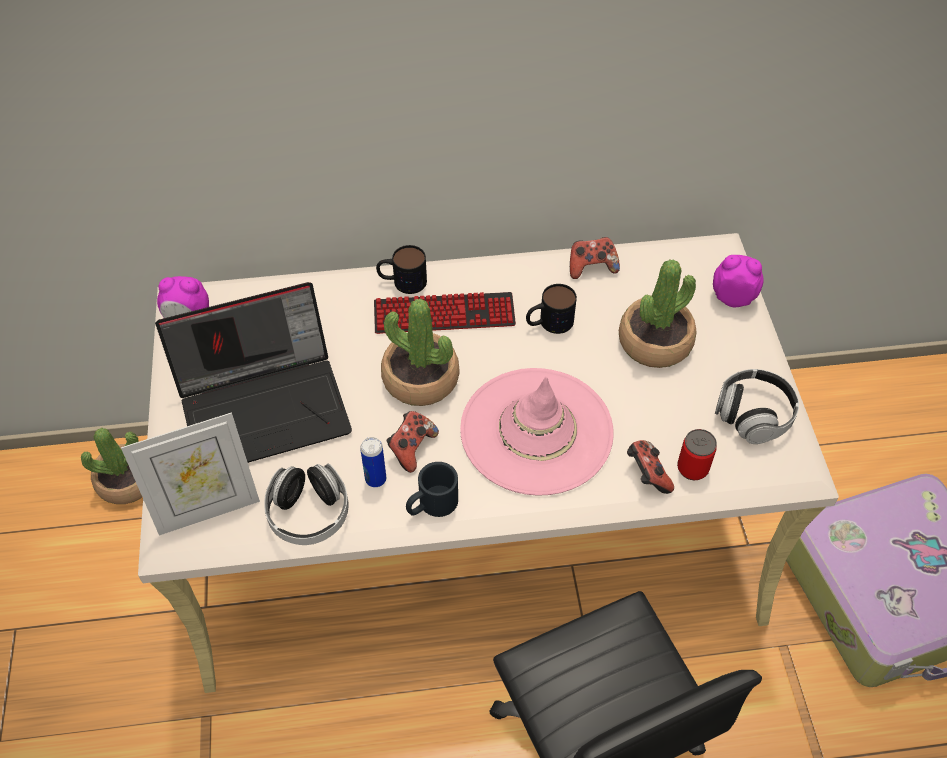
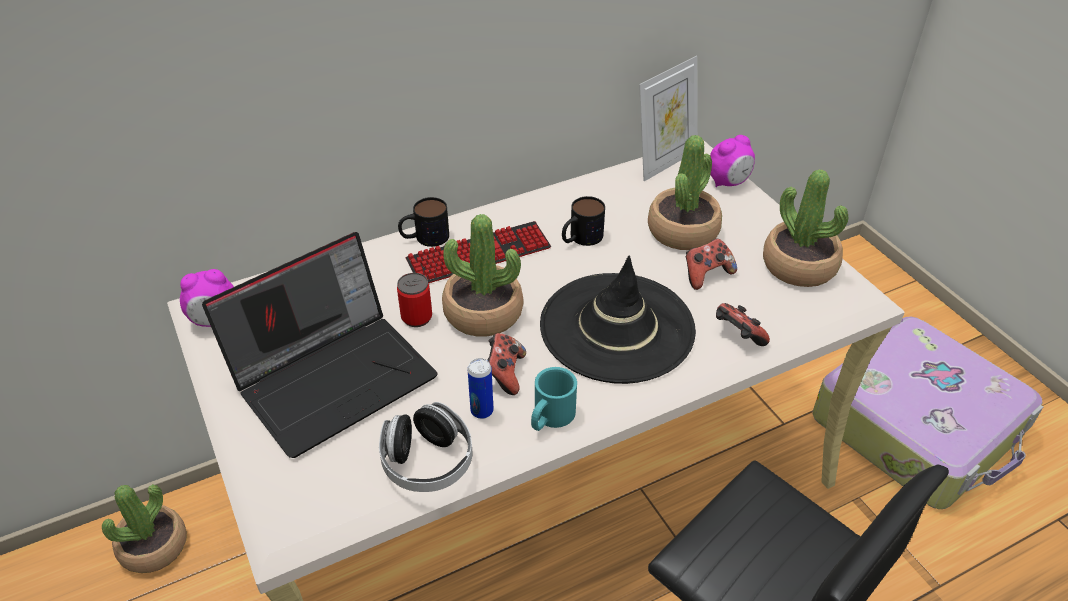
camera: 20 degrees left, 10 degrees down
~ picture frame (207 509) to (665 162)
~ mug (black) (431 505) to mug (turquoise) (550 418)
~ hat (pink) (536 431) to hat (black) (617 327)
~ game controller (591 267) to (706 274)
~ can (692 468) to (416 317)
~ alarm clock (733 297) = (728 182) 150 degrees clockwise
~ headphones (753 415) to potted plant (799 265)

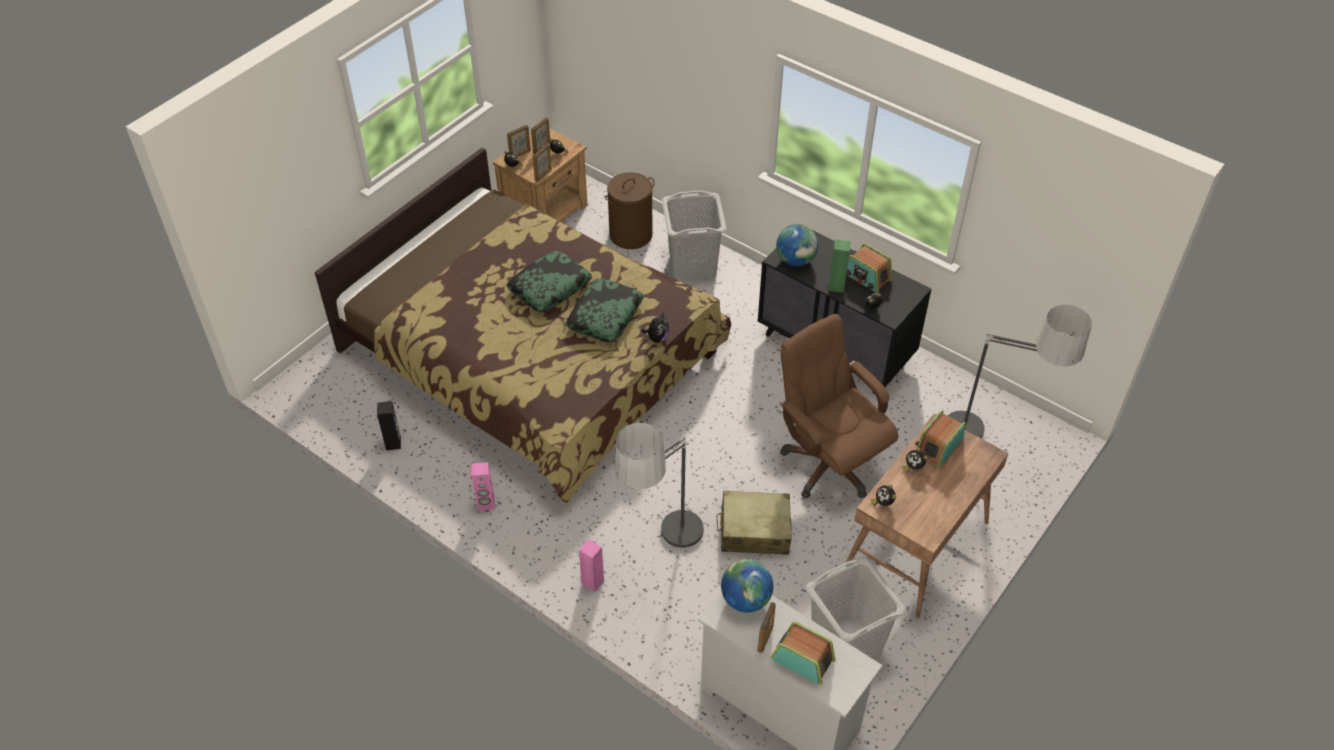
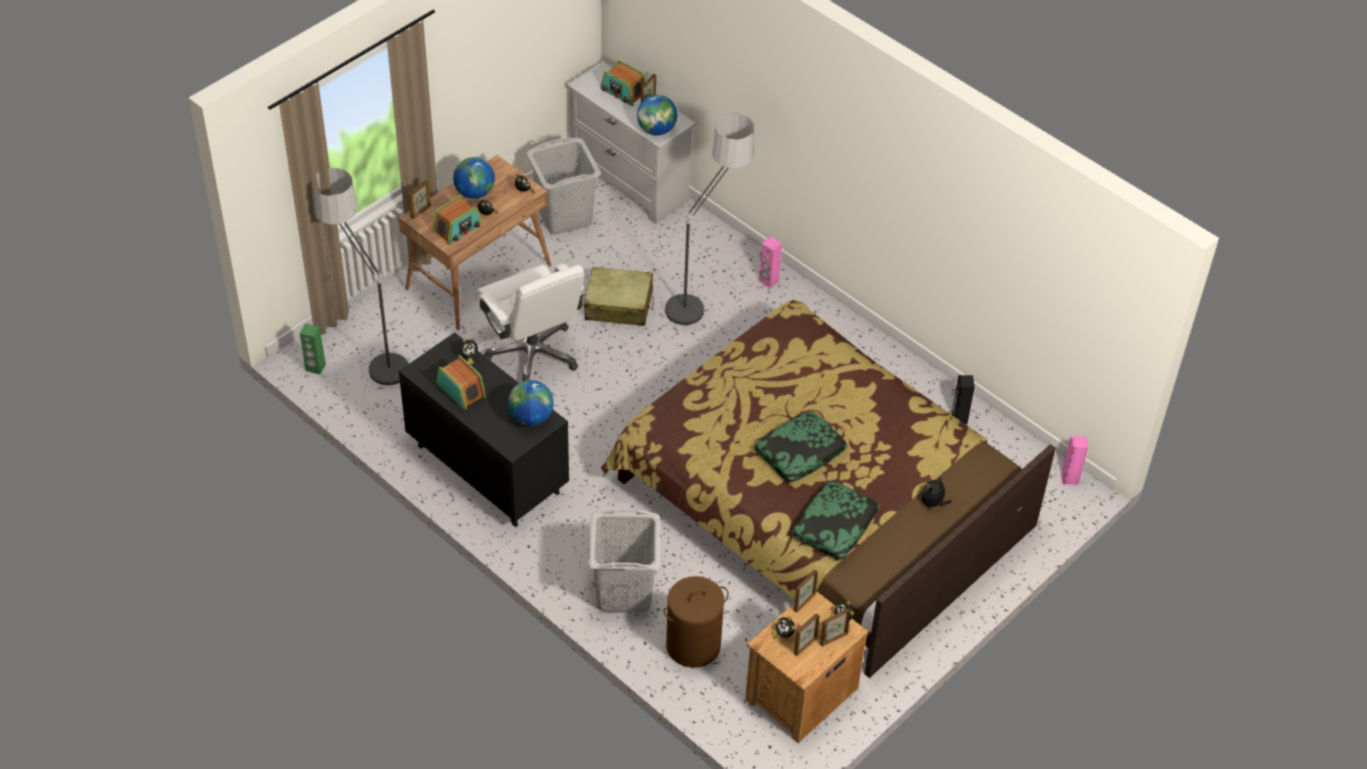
camera: 175 degrees left, 0 degrees up
~ speaker (pink) (486 504) to (1069 478)
~ pillow (605 316) to (835 526)
~ plush toy (657 338) to (933 503)
~ office chair (brown) (828 464) to office chair (white) (533 354)
~ speaker (green) (836 286) to (315 368)
+ picture frame (421 212)
+ globe (474 193)

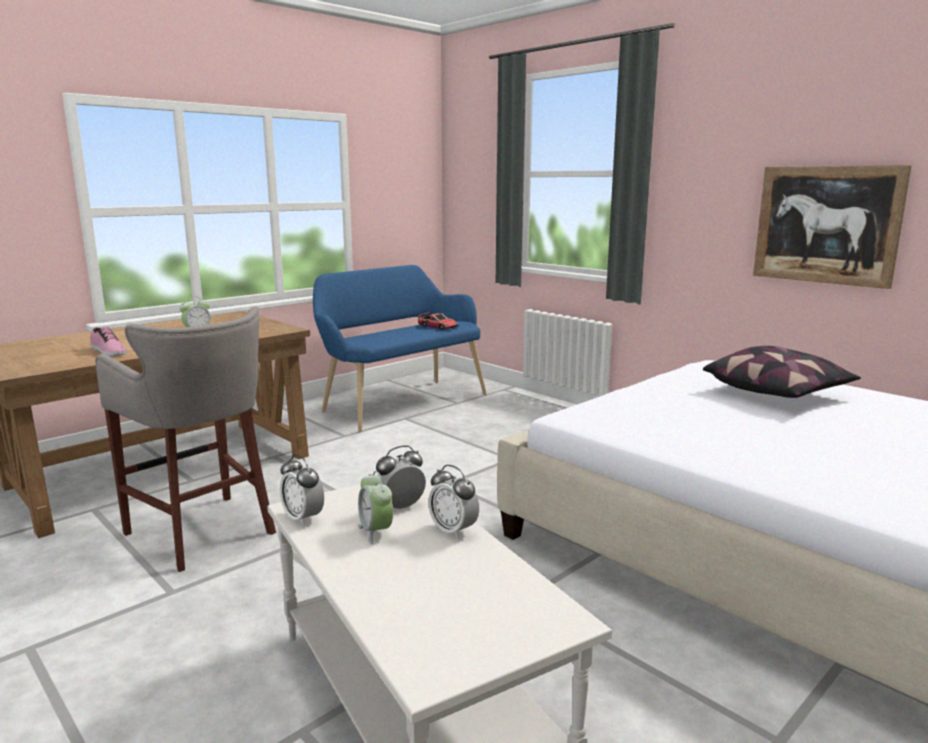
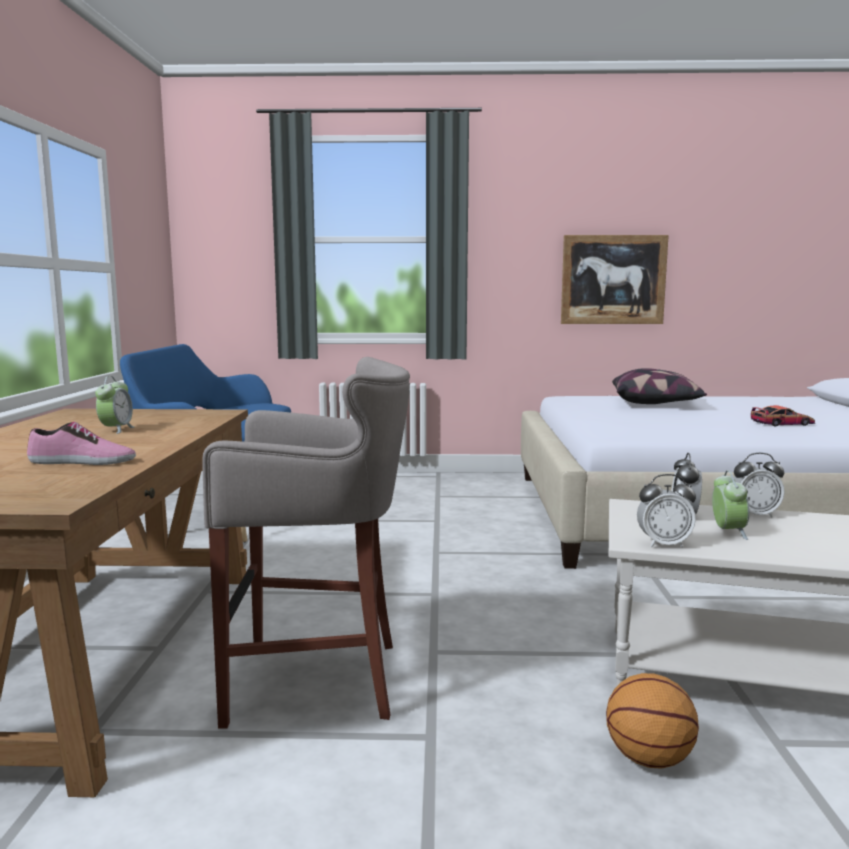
camera: 45 degrees left, 5 degrees down
~ alarm clock (376 532) = (728 532) 105 degrees counterclockwise
~ toy car (438 327) to (782 424)
+ basketball (648 759)

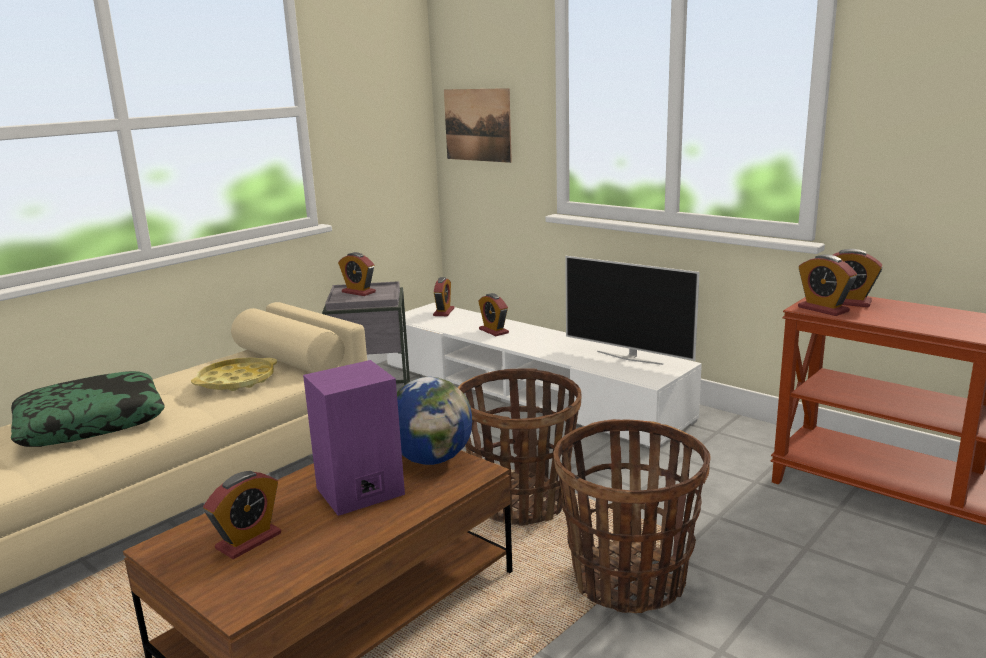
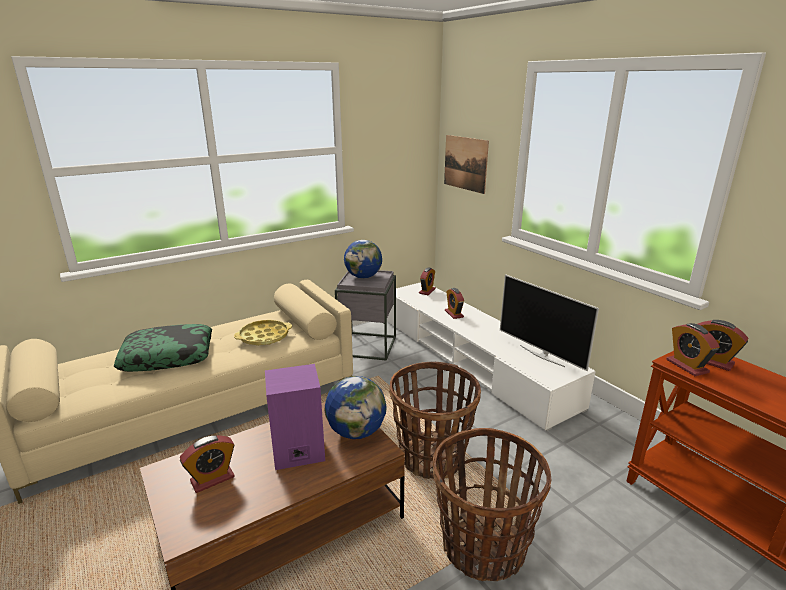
camera: 15 degrees right, 5 degrees up
~ alarm clock (358 292) to globe (363 277)

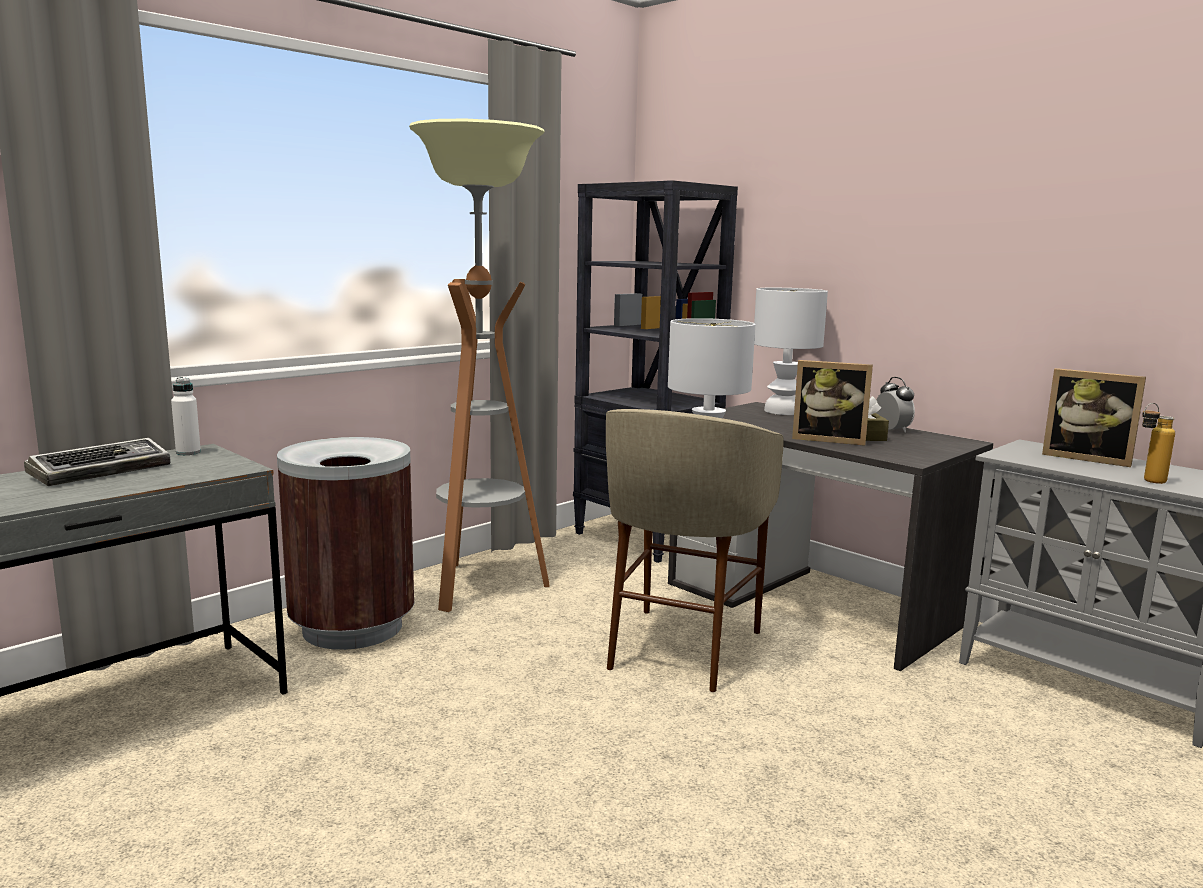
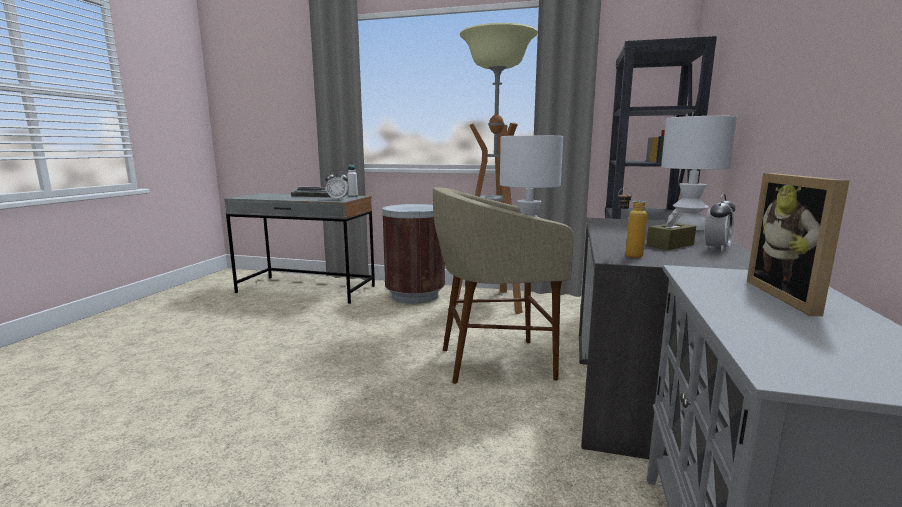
camera: 60 degrees right, 0 degrees up
- picture frame (829 439)
~ bottle (1147 481) to (627 255)
+ alarm clock (338 199)

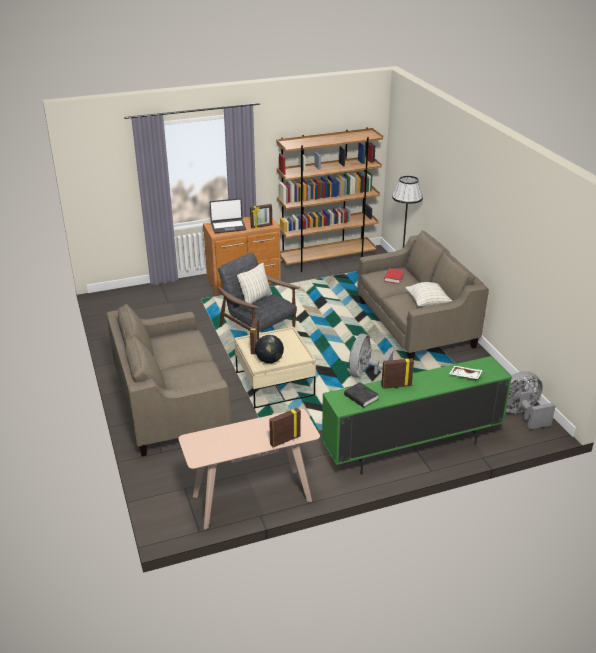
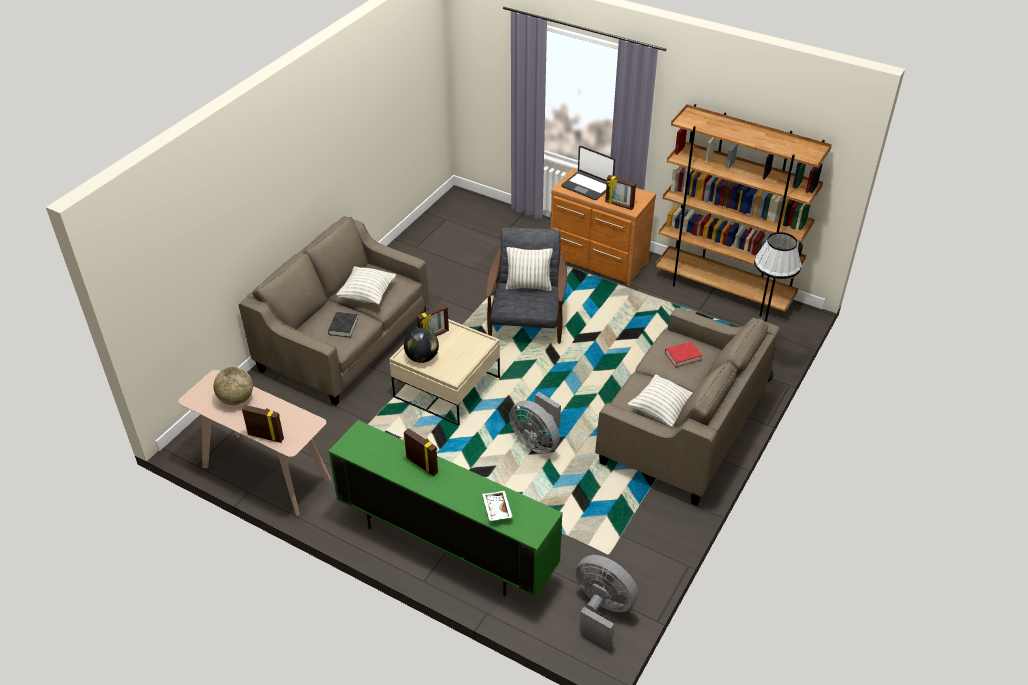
camera: 50 degrees right, 10 degrees up
~ book (black) (361 397) to (343 327)
~ fan (grey) (365 374) = (537 441) 120 degrees counterclockwise
+ globe (236 399)
+ pillow (367 295)

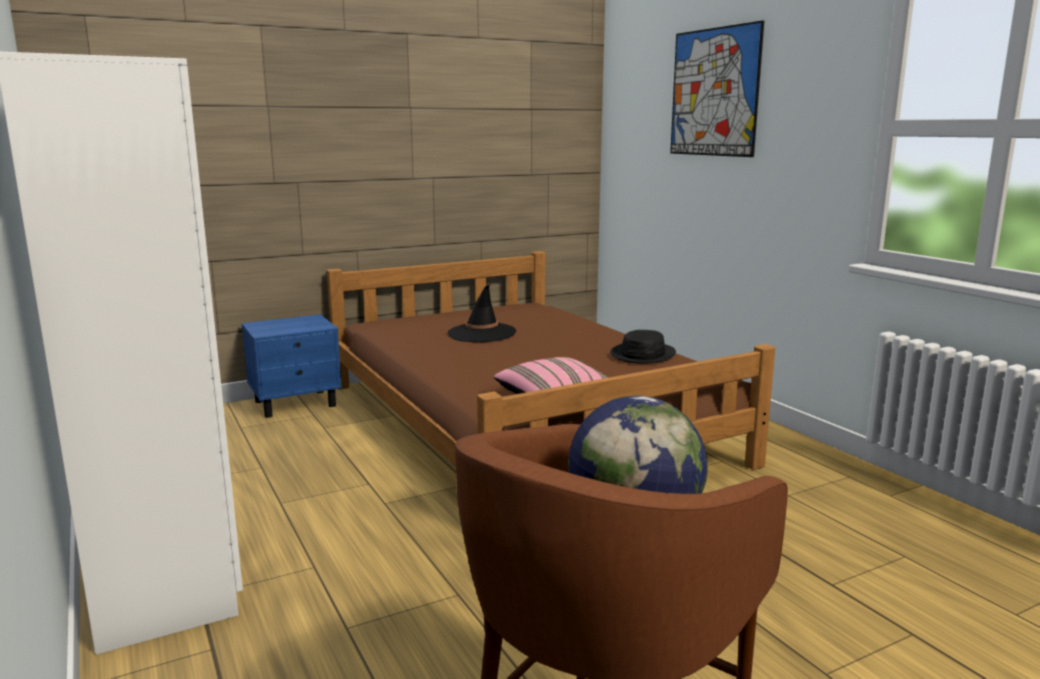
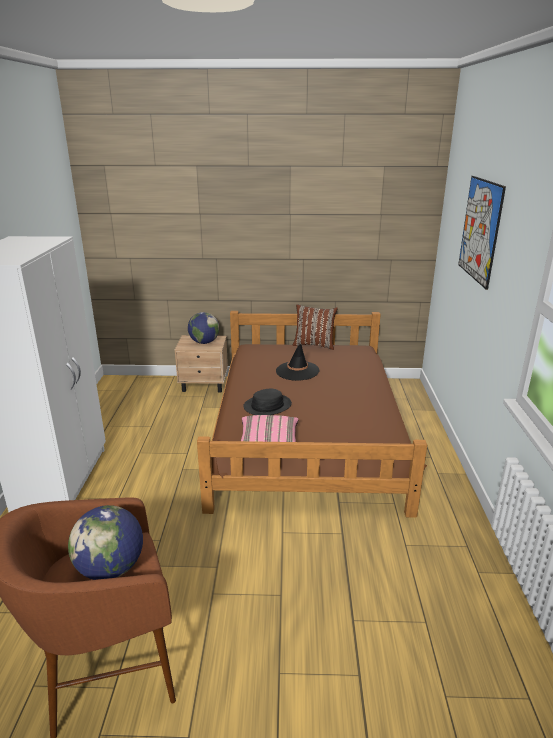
camera: 30 degrees right, 10 degrees up
~ nightstand (blue) (296 403) to nightstand (beige) (204 385)
~ hat (black) (643 354) to (267 406)
+ globe (204 342)
+ pillow (brown) (314 345)

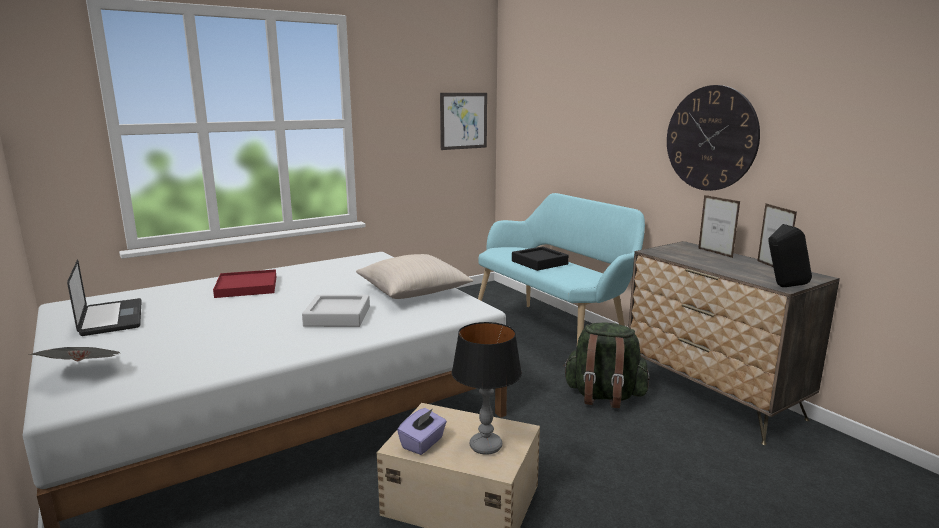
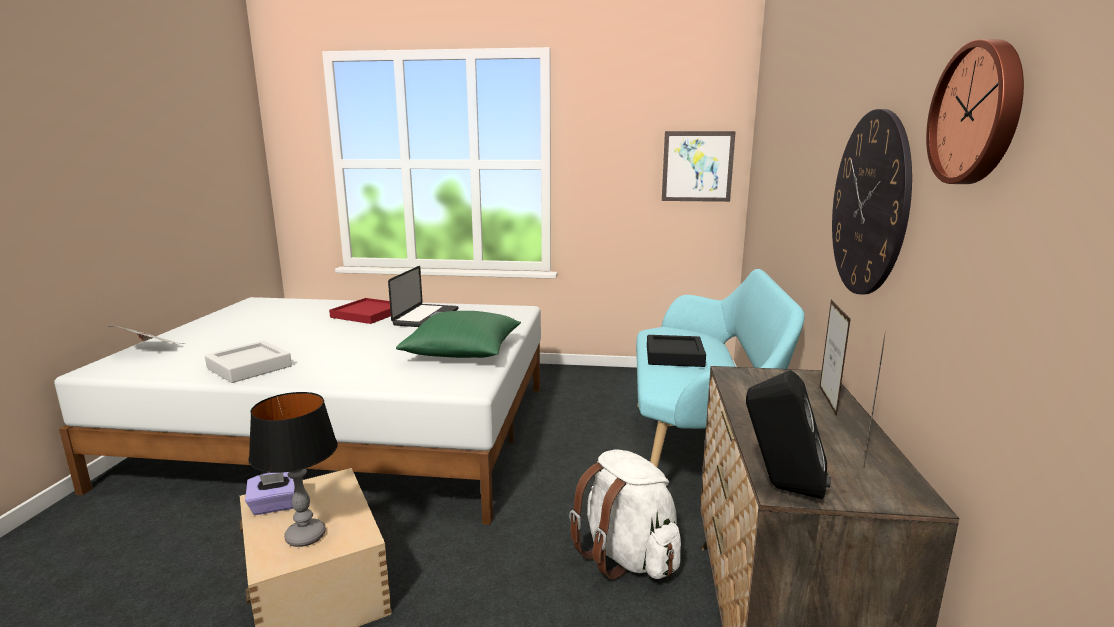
camera: 40 degrees right, 0 degrees up
~ laptop (112 318) to (426 317)
~ tray (grey) (337 316) to (249 367)
~ pillow (beige) (413 292) to pillow (green) (463 352)
~ backpack (green) (604 396) to backpack (white) (626 556)
+ wall clock (978 114)

